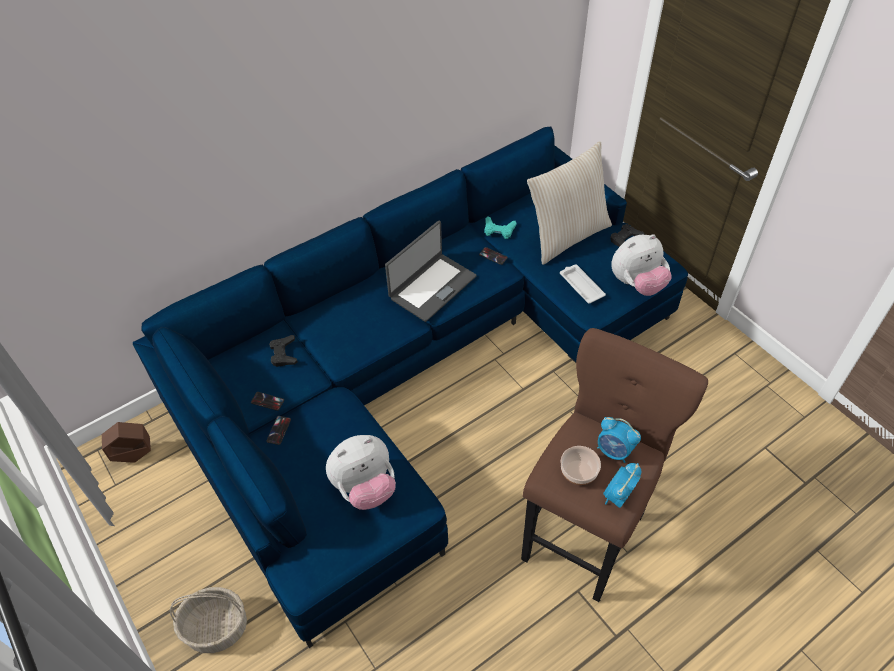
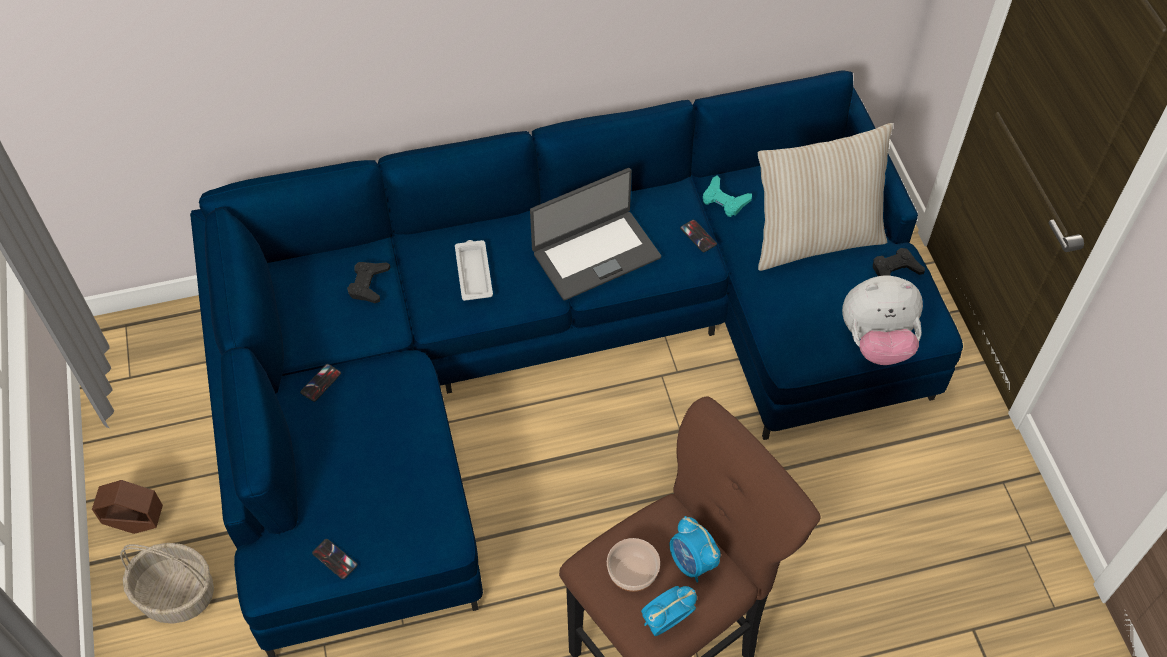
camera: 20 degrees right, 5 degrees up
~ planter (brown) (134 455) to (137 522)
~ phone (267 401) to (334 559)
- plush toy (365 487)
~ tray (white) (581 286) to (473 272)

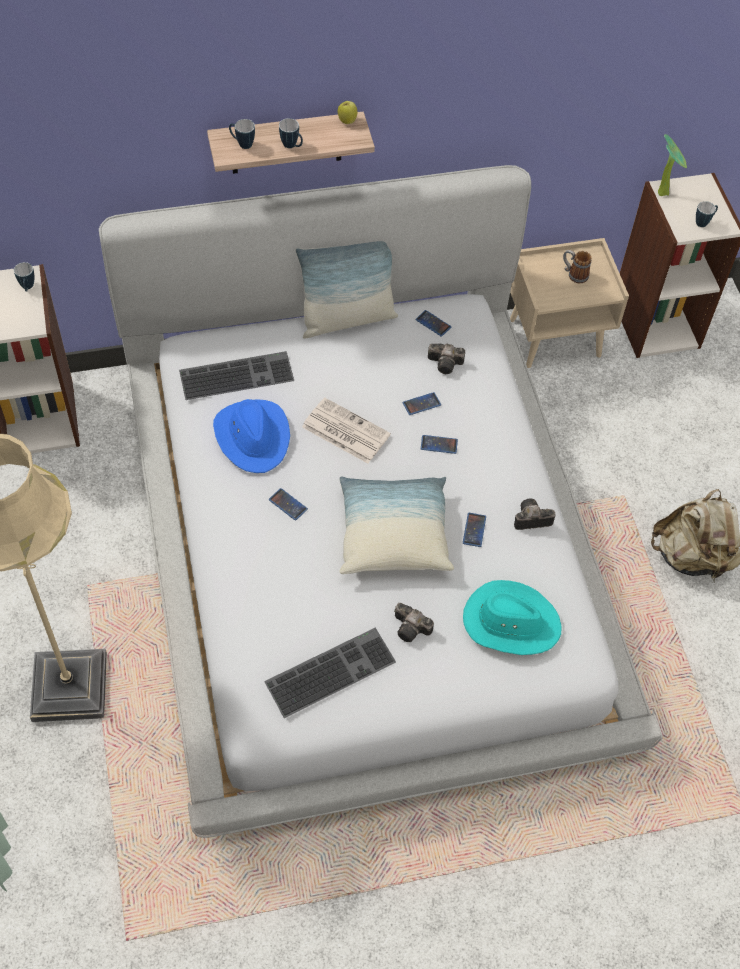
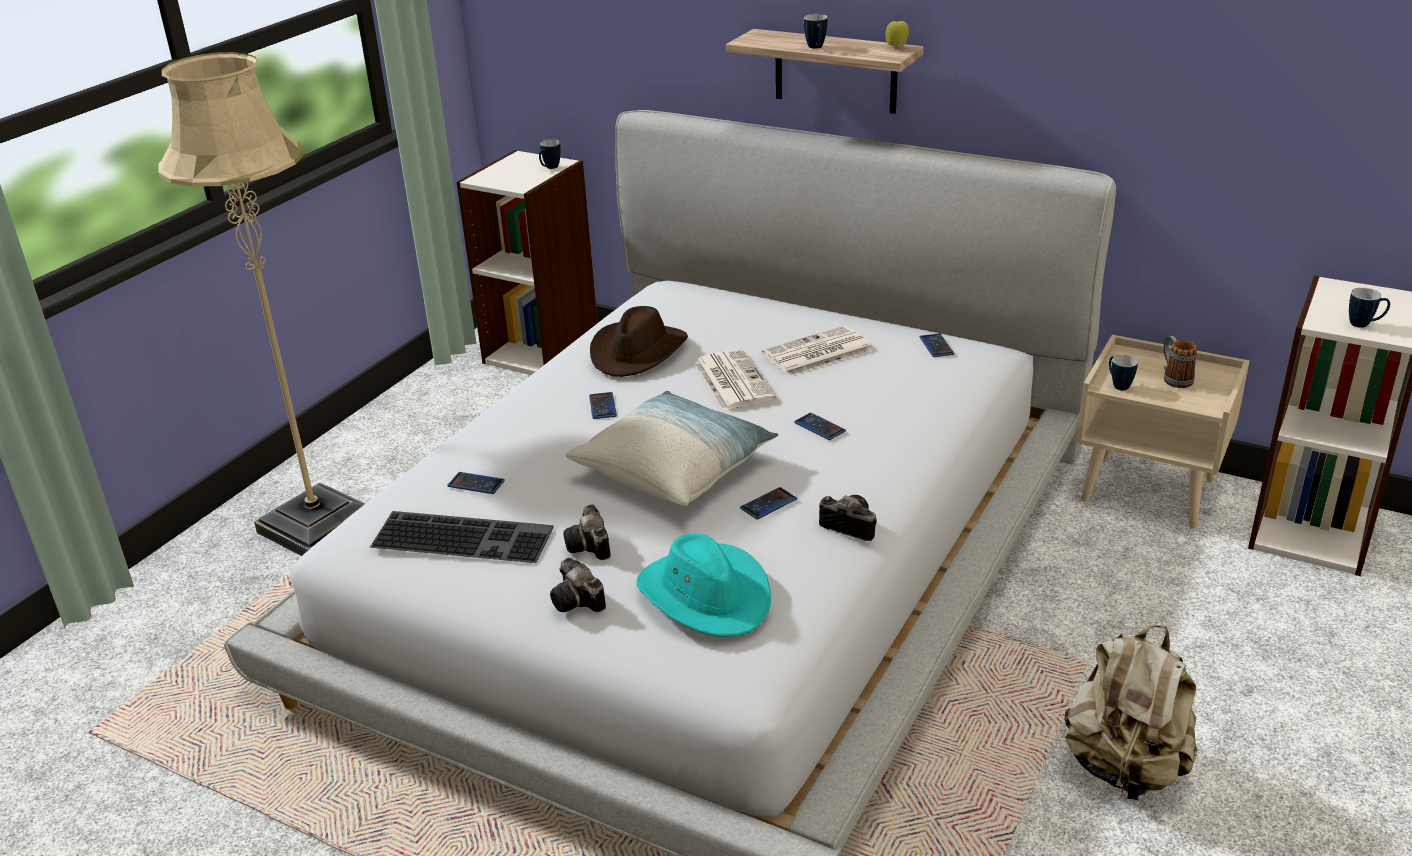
camera: 45 degrees right, 25 degrees down
- keyboard (237 374)
~ hat (blue) (253 437) to hat (brown) (638 352)
~ mug (242 144) to (1118 385)
- pillow (347 319)
~ phone (421 404) to (476 484)
~ photo camera (446 364) to (579 602)
- potted plant (664 192)
+ newspaper (816 353)

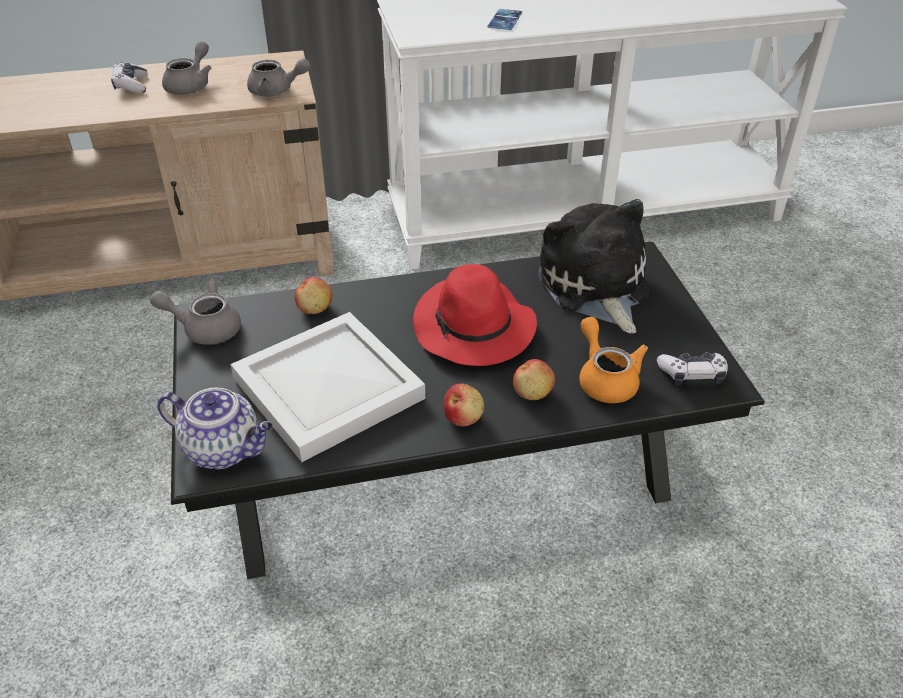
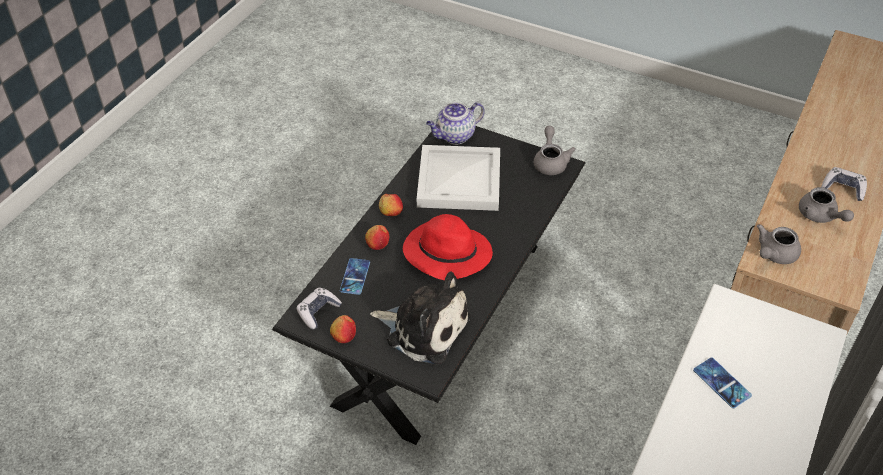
camera: 130 degrees right, 5 degrees up
~ teapot (grey) (205 328) = (550 162) 45 degrees counterclockwise
~ apple (315 308) to (343 336)
~ teapot (orange) (605 379) to phone (355 276)

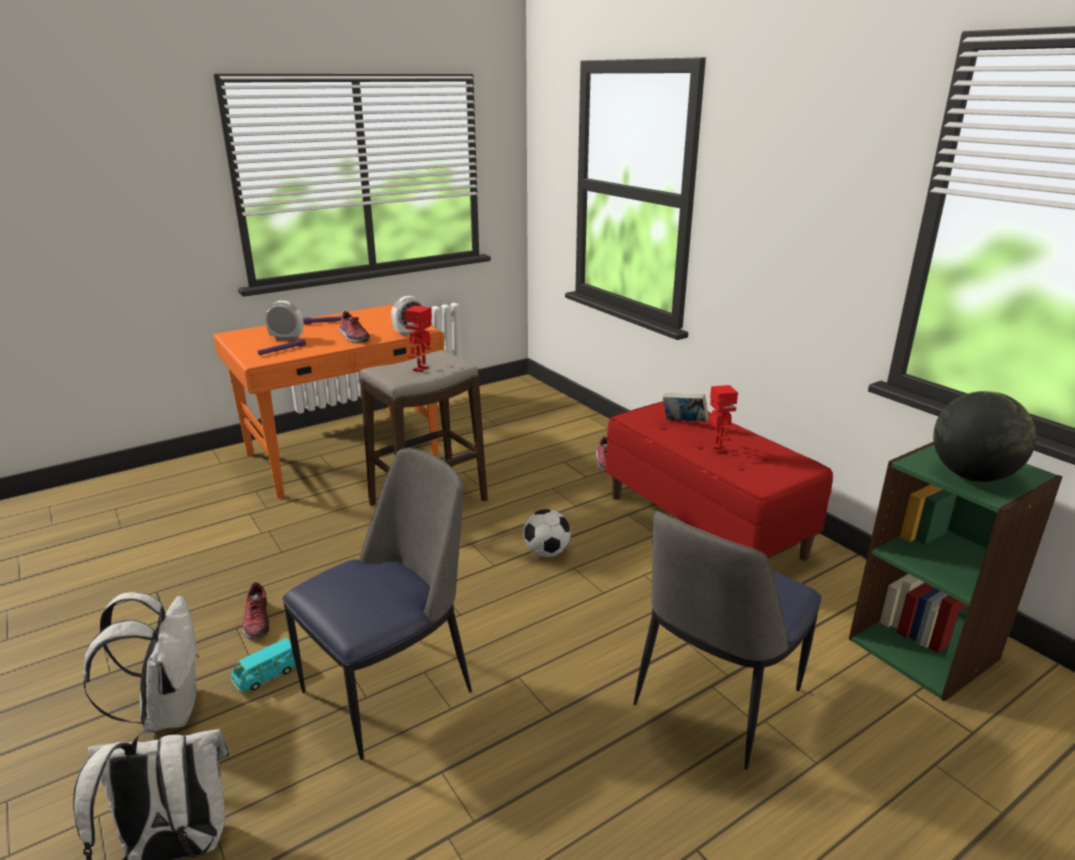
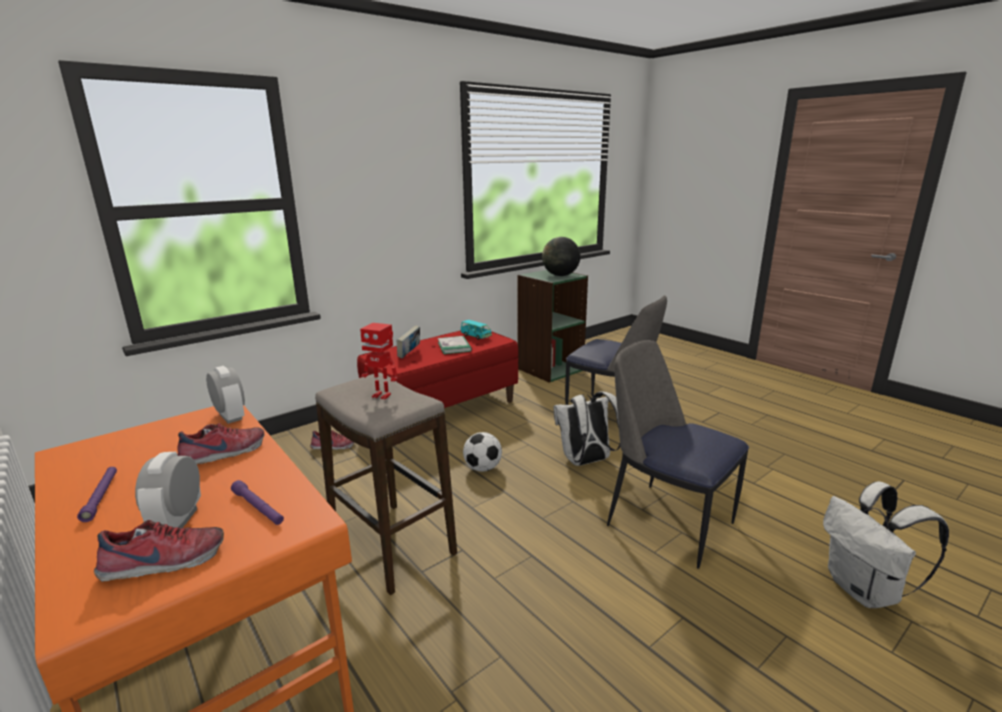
camera: 95 degrees left, 5 degrees down
~ backpack (white) (168 710) to (586 461)
~ toy car (turquoise) (267 675) to (476 336)
~ shoe (256 621) to (163 564)
~ toy robot (717 449) to book (454 347)

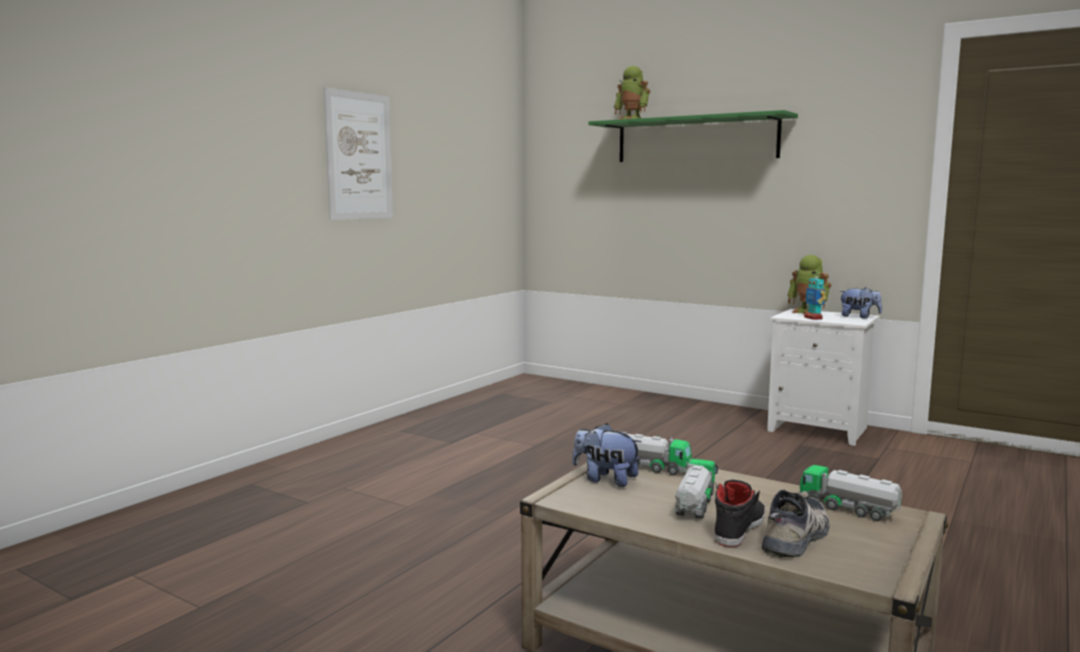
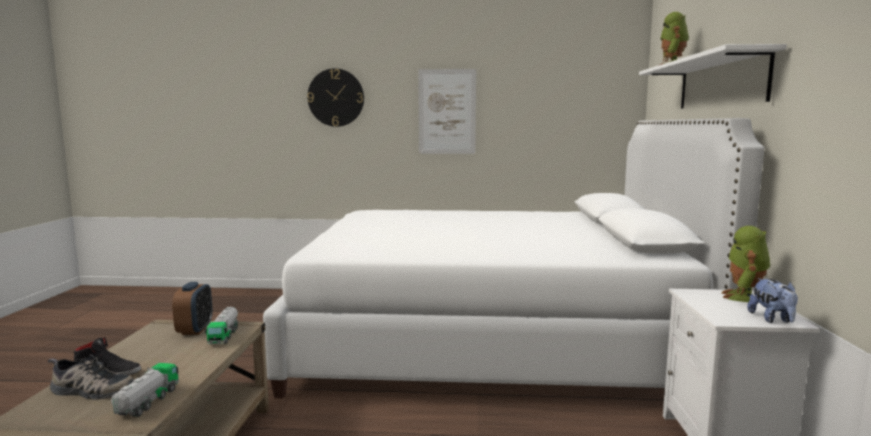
camera: 60 degrees right, 0 degrees up
~ plush toy (605 479) to alarm clock (195 330)
~ shelf (green) (696 139) to shelf (white) (720 83)
- toy truck (694 504)
- toy robot (813 318)
+ bed (white) (490 341)
+ wall clock (336 97)

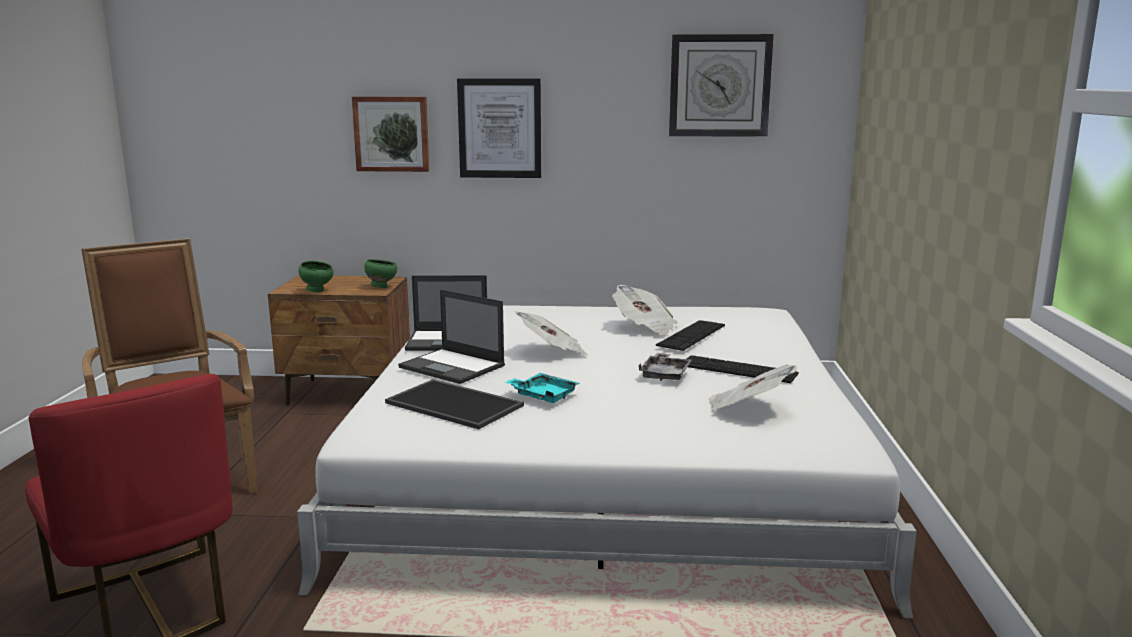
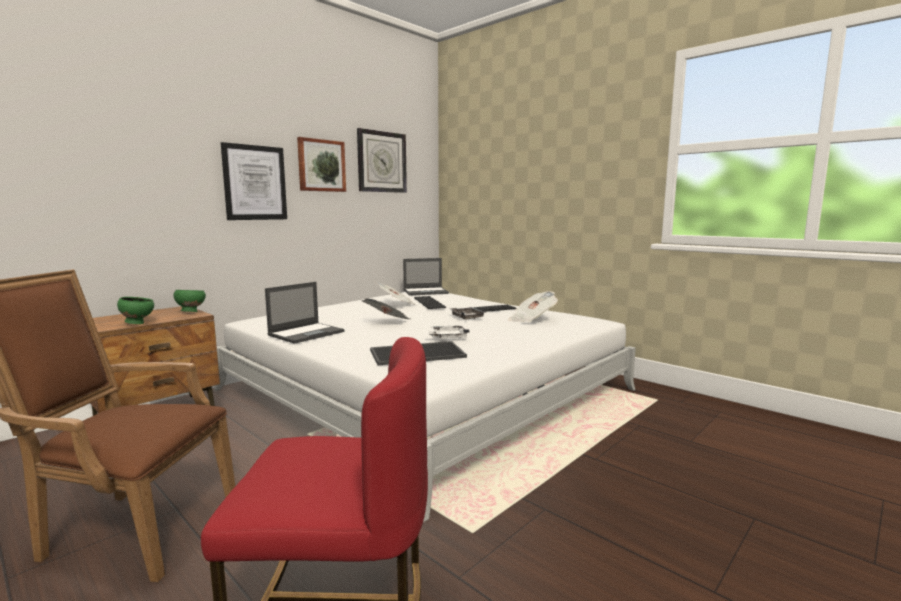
camera: 50 degrees left, 5 degrees down
~ picture (392 134) to (321 165)
~ laptop (453 366) to (426 292)
~ tray (turquoise) (543 395) to tray (white) (447 337)

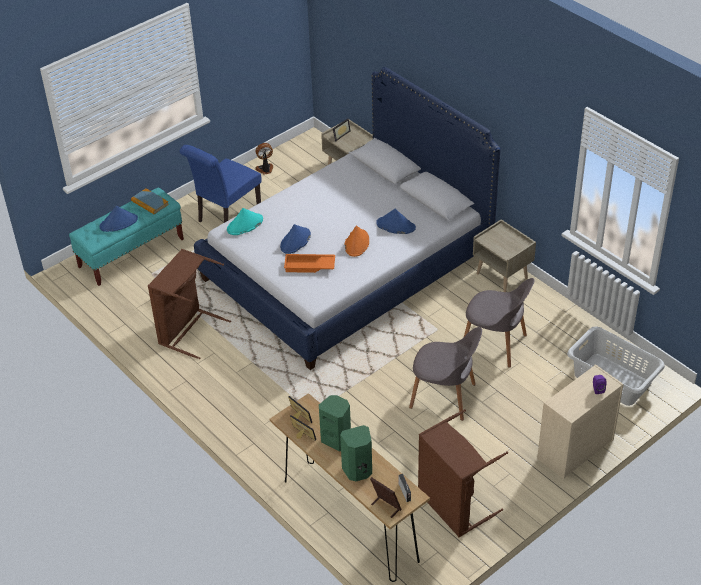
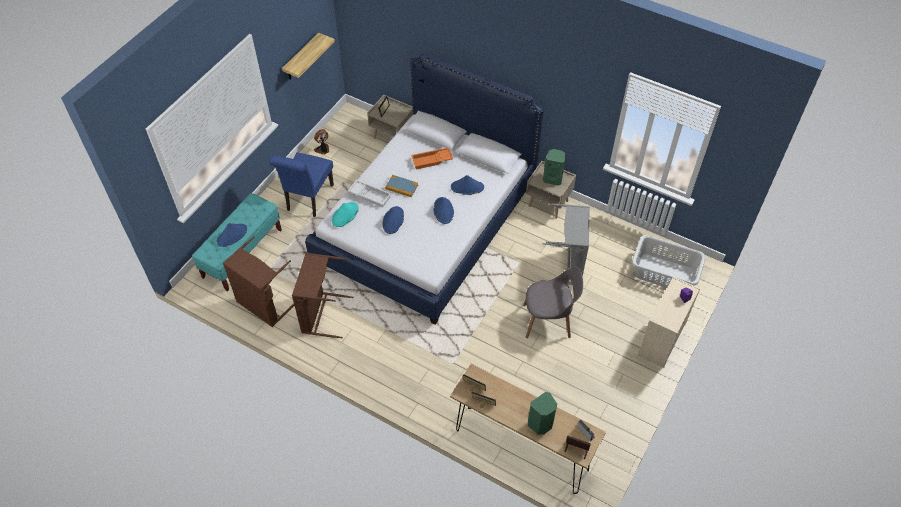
camera: 20 degrees left, 10 degrees up
~ book (150 203) to (401 187)
~ tray (orange) (309 266) to (431 161)
~ speaker (green) (337 440) to (553 179)
~ hat (orange) (356 243) to hat (blue) (443 210)
~ laundry basket (brown) (452 506) to (264 305)
~ chair (grey) (495 344) to laundry basket (grey) (567 265)
+ shelf (301 58)
+ tray (white) (370 195)

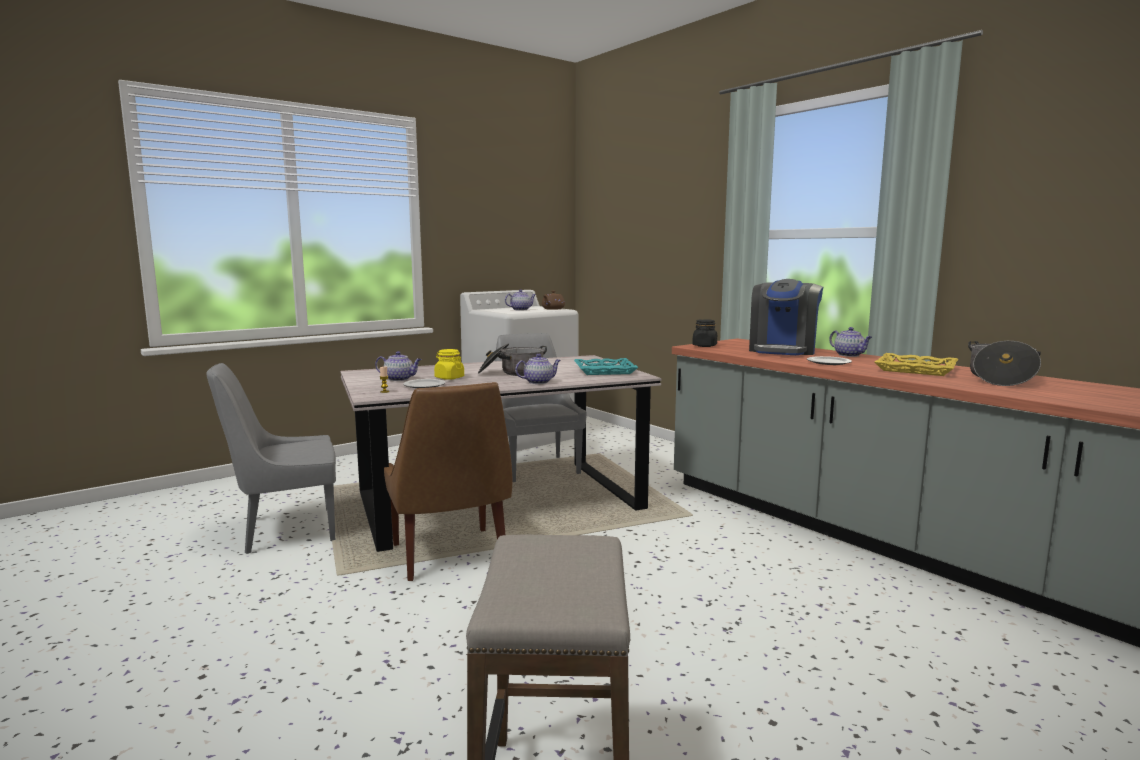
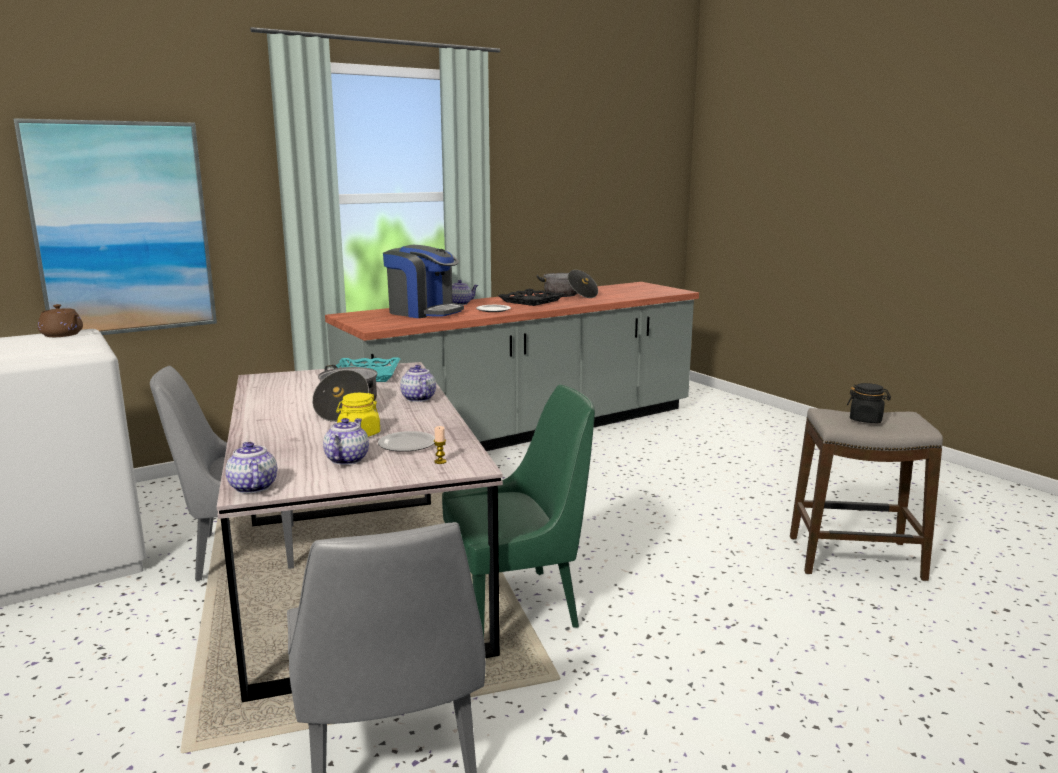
camera: 85 degrees left, 5 degrees up
~ chair (brown) (450 556) to chair (green) (518 605)
~ teapot (521 309) to (252 487)
~ jar (black) (704 346) to (866 419)
~ tray (yellow) (915 369) to tray (black) (532 301)
+ picture (123 229)

